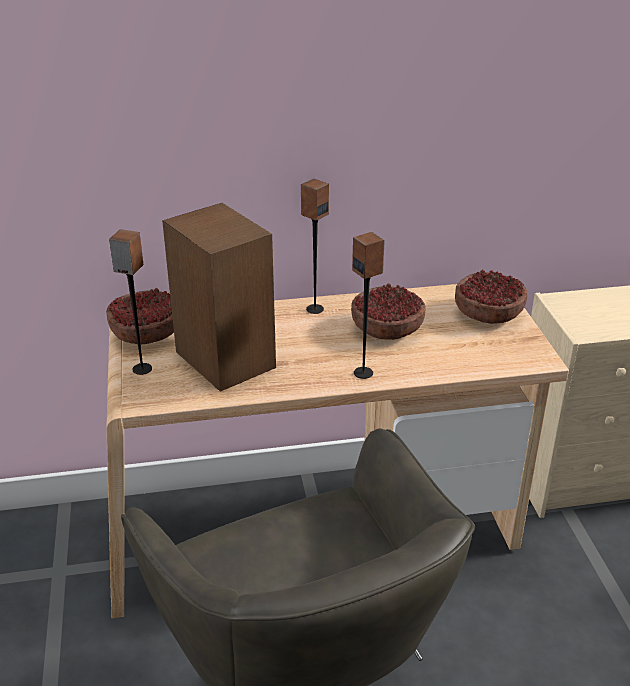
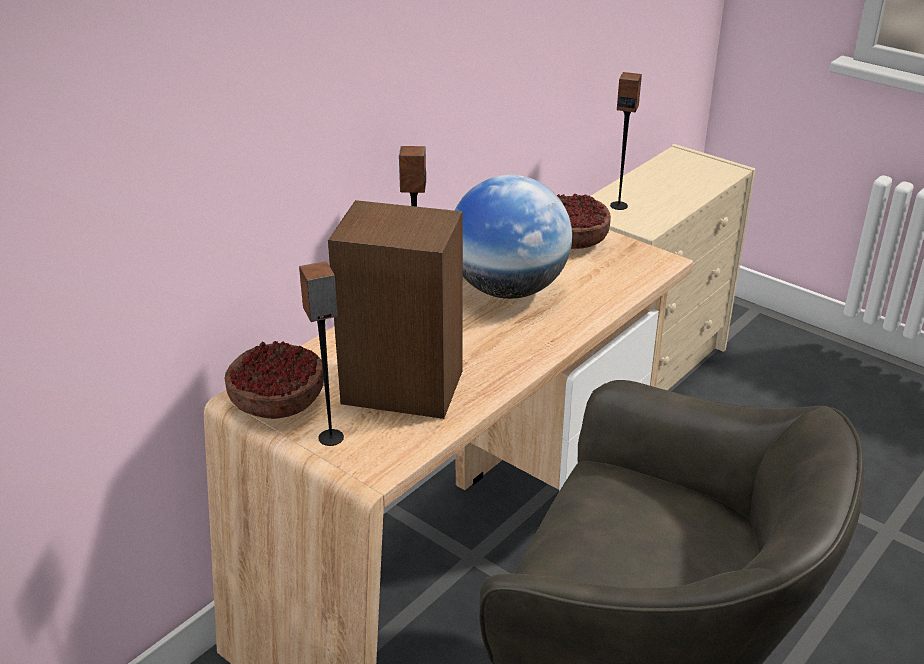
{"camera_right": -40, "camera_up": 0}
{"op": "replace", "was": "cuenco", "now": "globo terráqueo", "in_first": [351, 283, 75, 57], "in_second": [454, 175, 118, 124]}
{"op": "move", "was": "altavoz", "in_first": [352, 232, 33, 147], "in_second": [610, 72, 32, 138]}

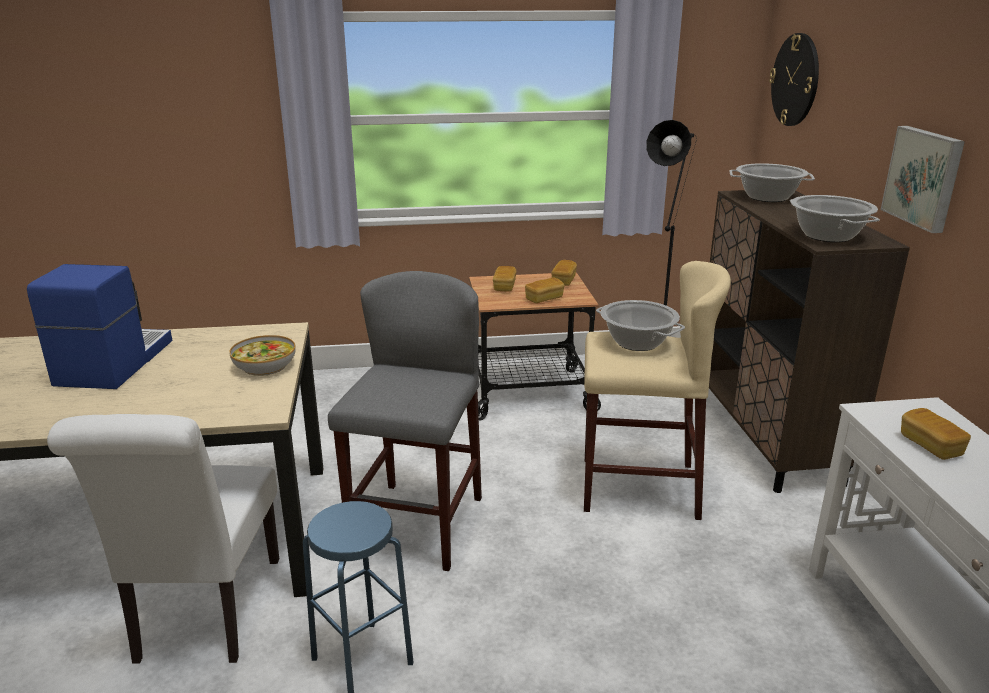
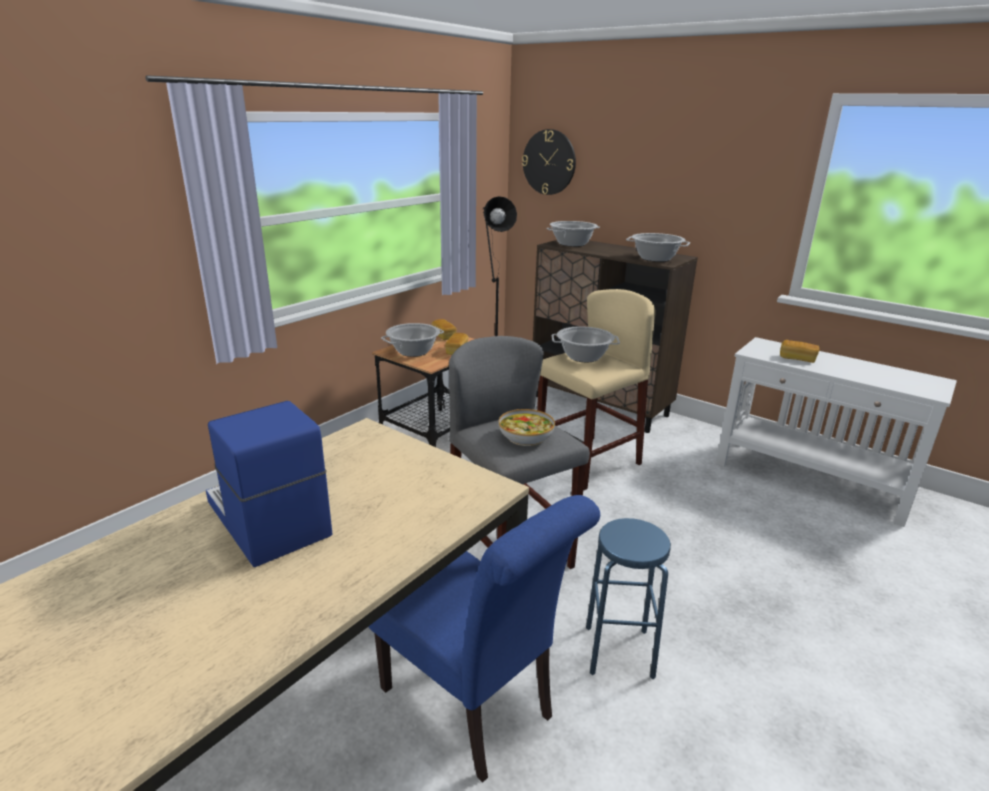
{"camera_right": -45, "camera_up": 0}
{"op": "recolor", "was": "silla/blanco", "now": "silla/azul", "in_first": [47, 414, 232, 250], "in_second": [368, 495, 232, 288]}
{"op": "replace", "was": "pan", "now": "olla", "in_first": [493, 266, 23, 25], "in_second": [381, 323, 63, 34]}
{"op": "move", "was": "cuenco", "in_first": [229, 335, 67, 41], "in_second": [499, 409, 56, 37]}
{"op": "delete", "was": "cuadro", "in_first": [881, 126, 84, 107]}

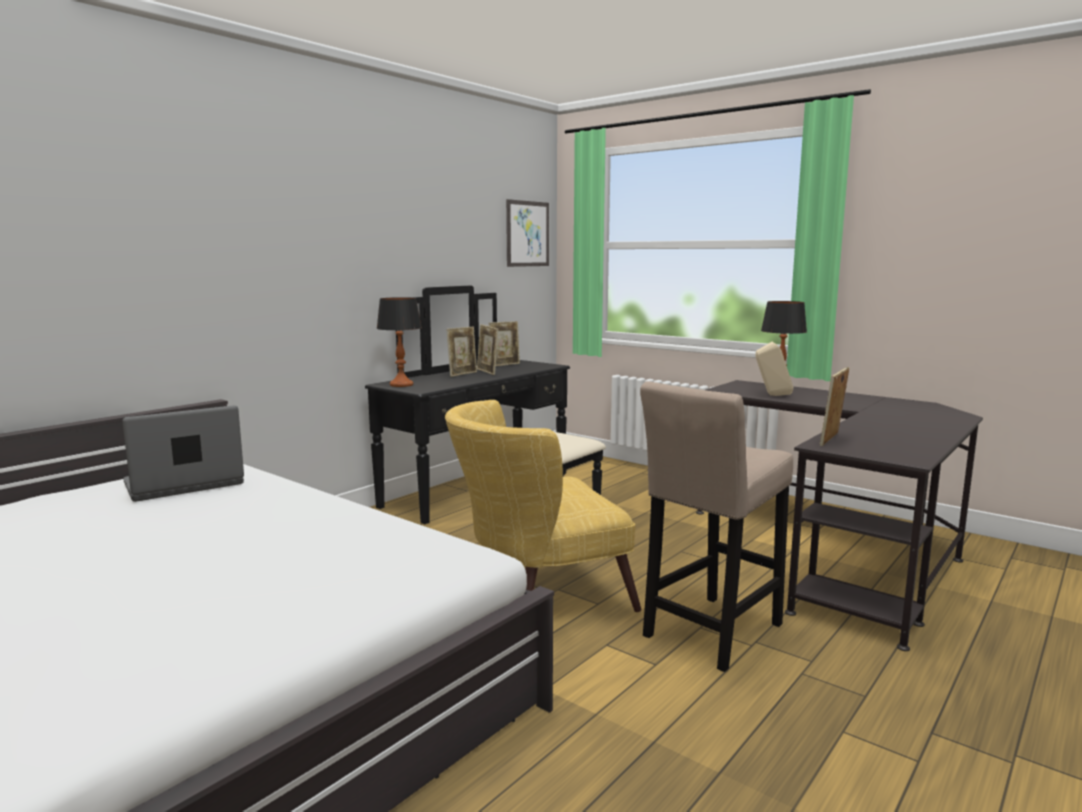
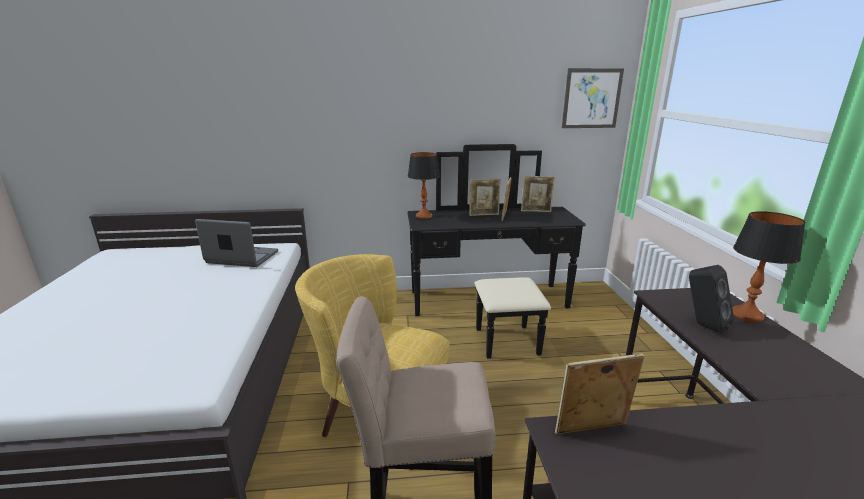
{"camera_right": 45, "camera_up": 10}
{"op": "recolor", "was": "altavoz/beis", "now": "altavoz/negro", "in_first": [755, 342, 38, 54], "in_second": [689, 265, 45, 69]}

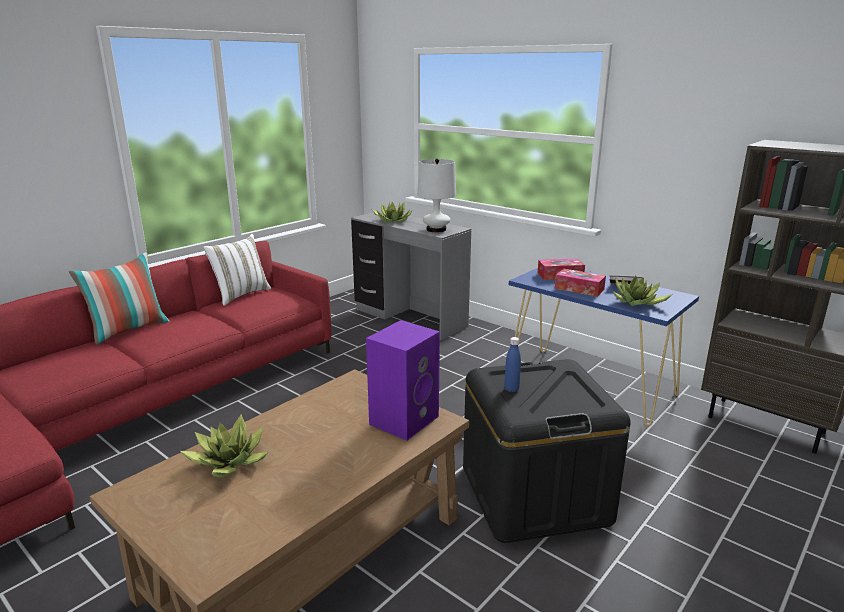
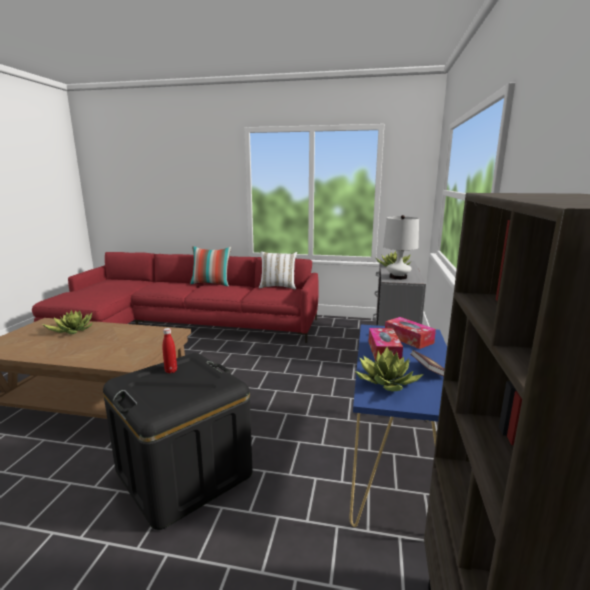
{"camera_right": 60, "camera_up": -5}
{"op": "recolor", "was": "botella/azul", "now": "botella/rojo", "in_first": [504, 337, 17, 55], "in_second": [162, 328, 15, 46]}
{"op": "delete", "was": "altavoz/morado", "in_first": [366, 320, 74, 121]}

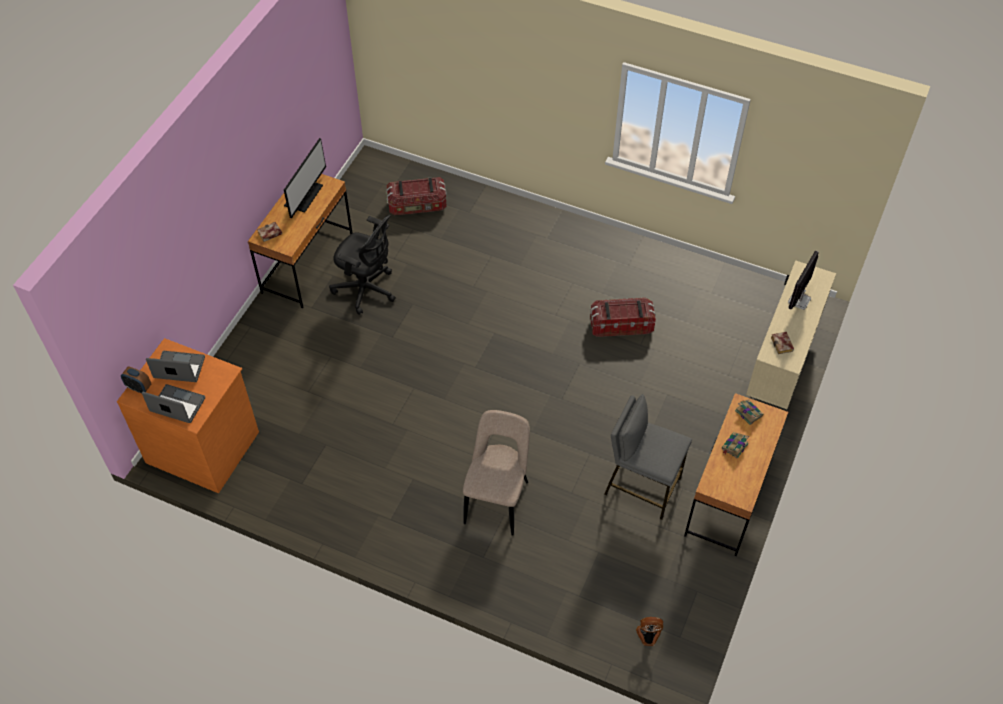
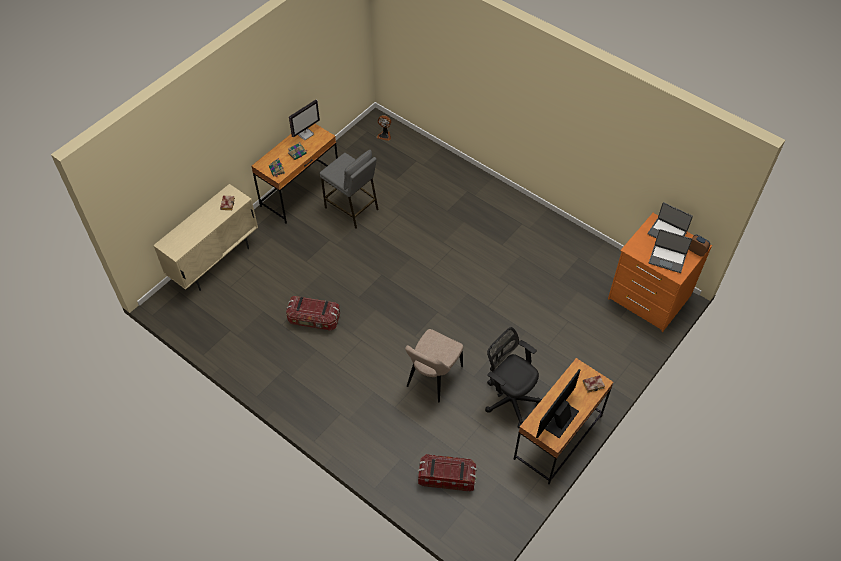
{"camera_right": -165, "camera_up": 0}
{"op": "move", "was": "monitor", "in_first": [788, 251, 31, 59], "in_second": [289, 100, 31, 40]}
{"op": "move", "was": "silla/beis", "in_first": [463, 410, 67, 126], "in_second": [405, 329, 58, 73]}

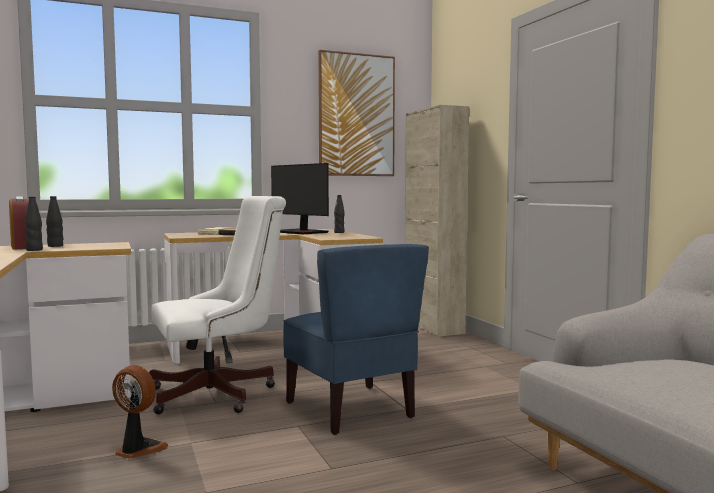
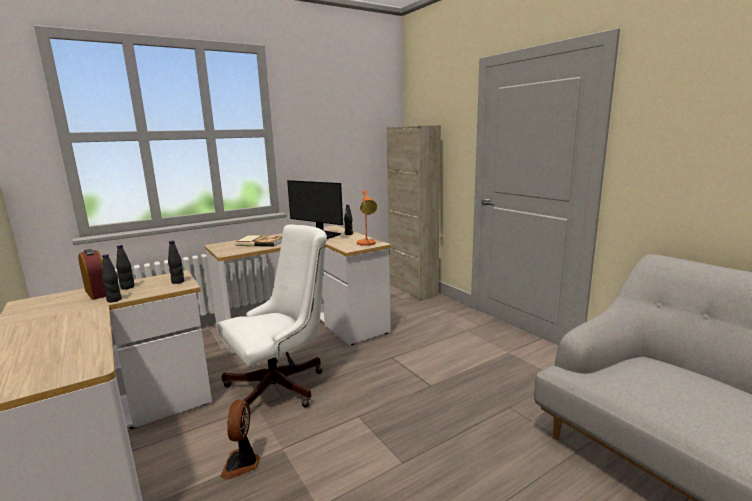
{"camera_right": -10, "camera_up": 10}
{"op": "insert", "now": "botella/negro", "in_second": [168, 241, 16, 43]}
{"op": "rotate", "was": "ventilador", "in_first": [112, 365, 56, 94], "in_second": [220, 400, 40, 80], "clockwise": -105}
{"op": "insert", "now": "lámpara de mesa/naranja", "in_second": [357, 190, 20, 56]}
{"op": "delete", "was": "silla/azul", "in_first": [283, 244, 146, 191]}
{"op": "delete", "was": "cuadro", "in_first": [318, 50, 77, 126]}

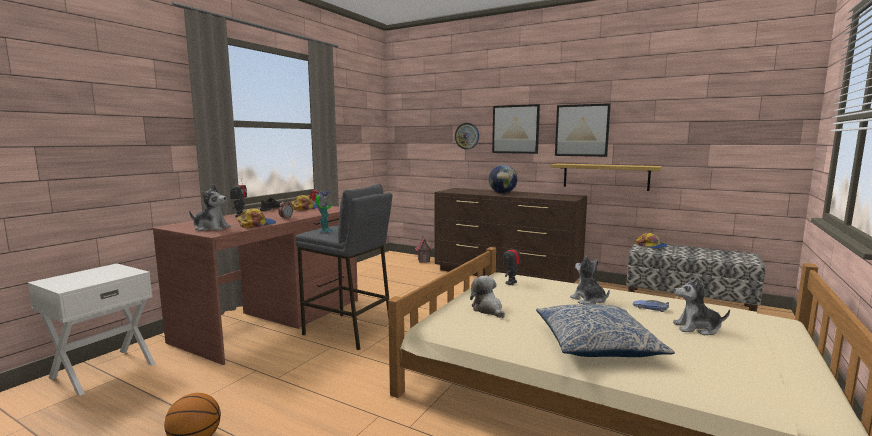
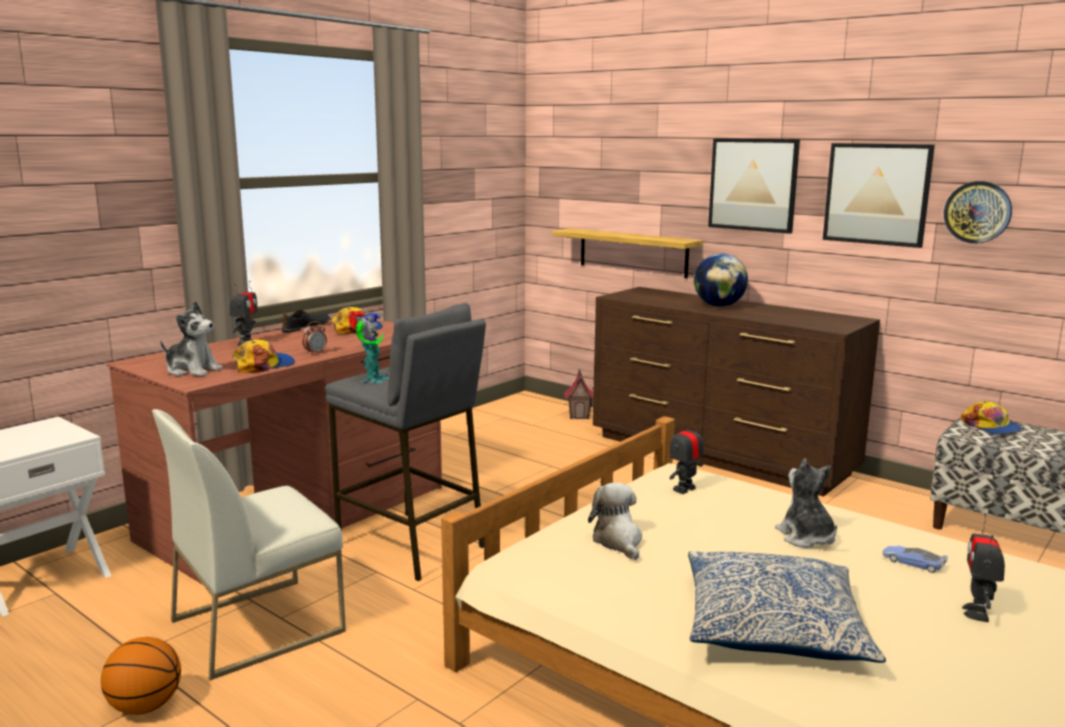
{"camera_right": 10, "camera_up": 5}
{"op": "insert", "now": "silla/blanco", "in_second": [152, 409, 194, 271]}
{"op": "move", "was": "estante", "in_first": [551, 163, 111, 28], "in_second": [552, 228, 151, 50]}
{"op": "move", "was": "reloj de pared", "in_first": [455, 123, 24, 26], "in_second": [944, 181, 68, 63]}
{"op": "replace", "was": "peluche", "now": "robot de juguete", "in_first": [673, 277, 57, 58], "in_second": [962, 514, 43, 108]}

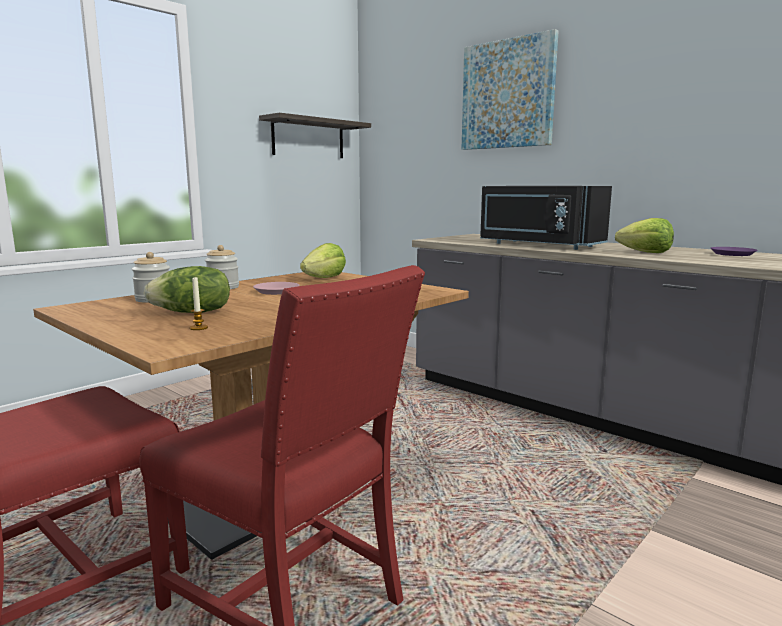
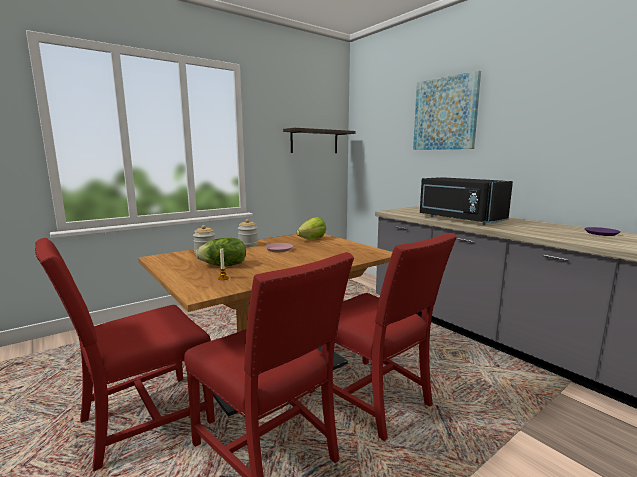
{"camera_right": 10, "camera_up": 0}
{"op": "insert", "now": "silla/rojo", "in_second": [308, 233, 149, 208]}
{"op": "delete", "was": "lechuga", "in_first": [615, 218, 59, 35]}

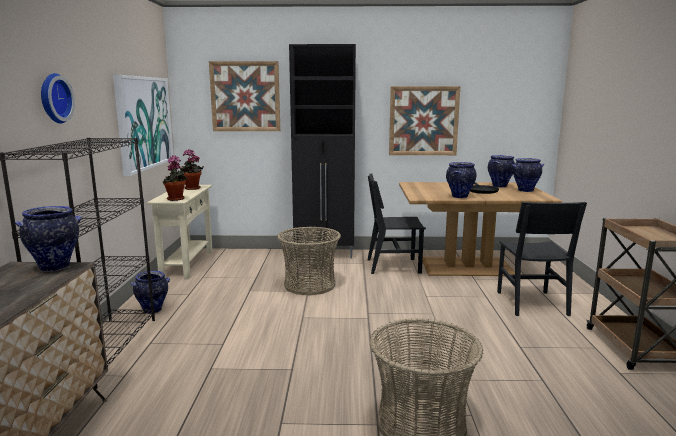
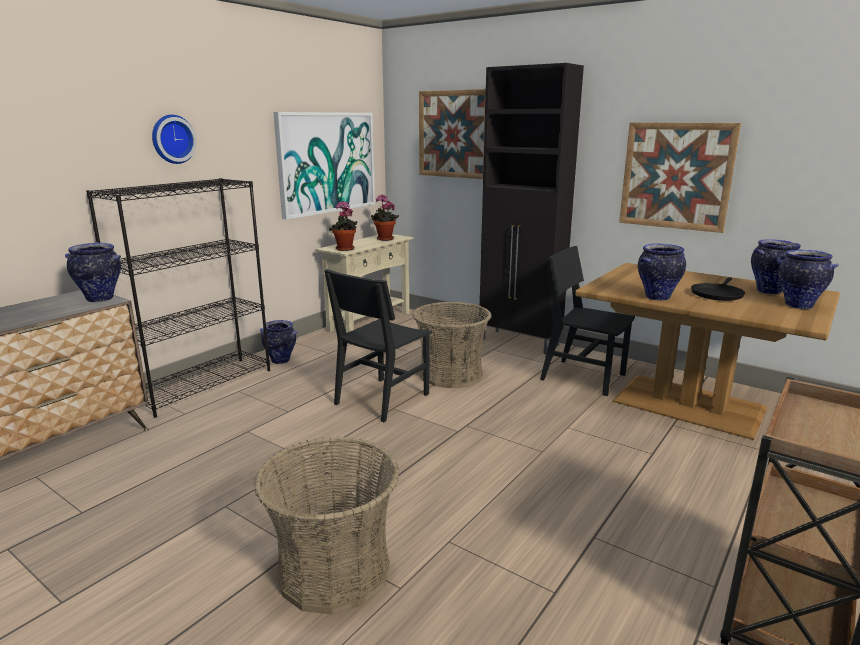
{"camera_right": 35, "camera_up": 5}
{"op": "move", "was": "silla/negro", "in_first": [497, 202, 90, 114], "in_second": [324, 269, 108, 153]}

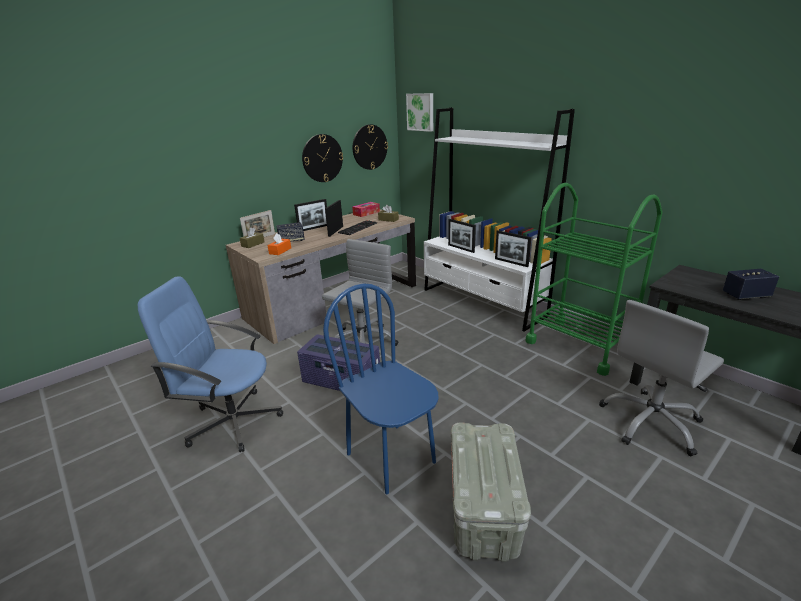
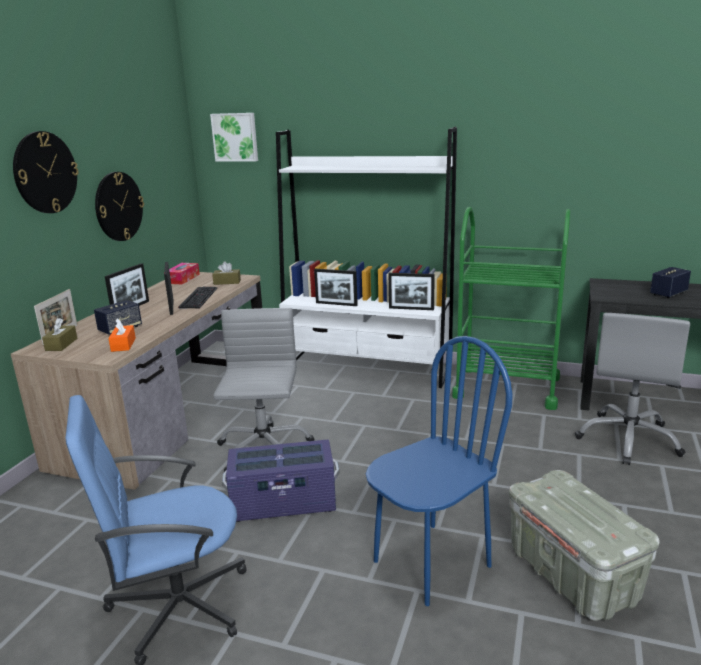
{"camera_right": -30, "camera_up": -5}
{"op": "move", "was": "reloj de pared", "in_first": [353, 124, 35, 46], "in_second": [13, 131, 66, 82]}
{"op": "rotate", "was": "silla/azul", "in_first": [323, 284, 116, 210], "in_second": [366, 336, 147, 270], "clockwise": 120}

